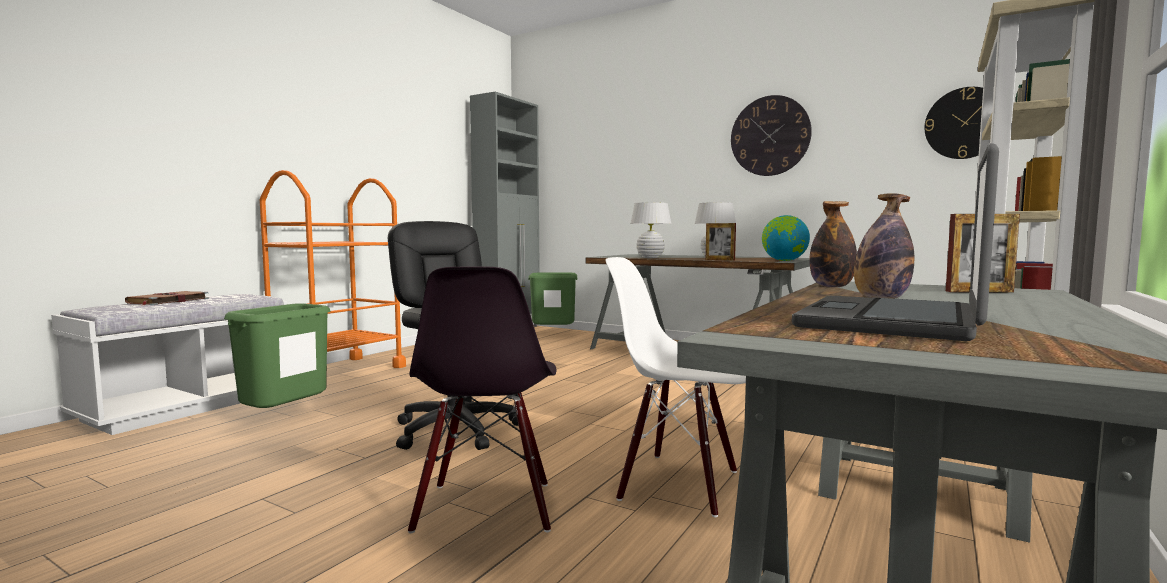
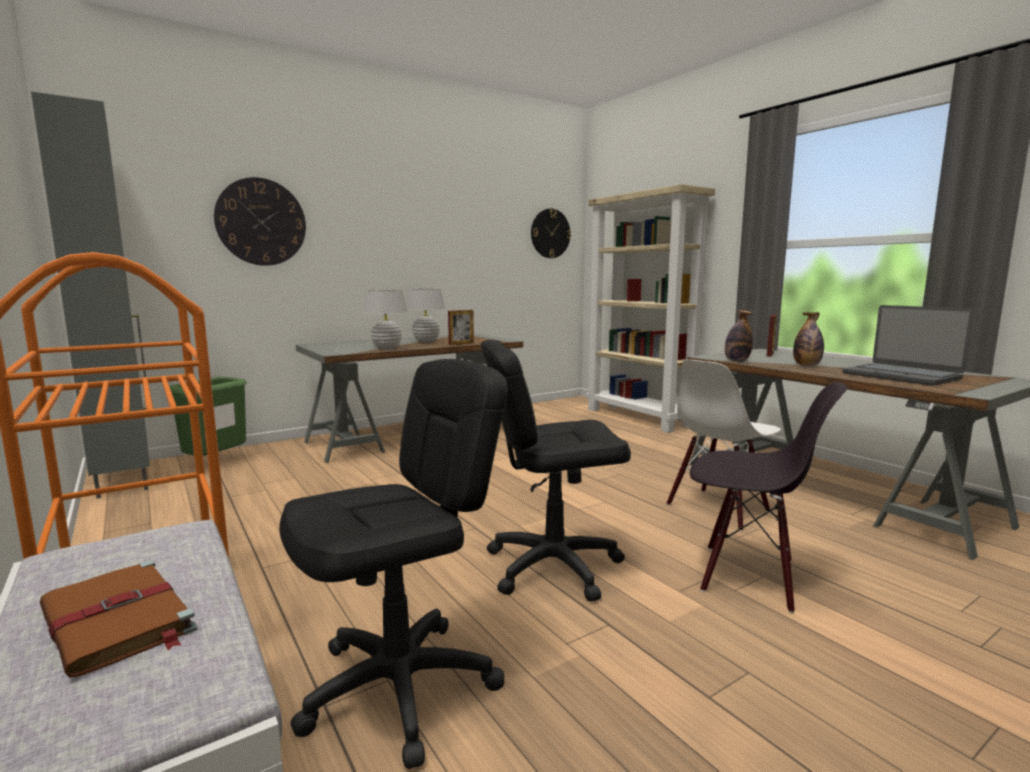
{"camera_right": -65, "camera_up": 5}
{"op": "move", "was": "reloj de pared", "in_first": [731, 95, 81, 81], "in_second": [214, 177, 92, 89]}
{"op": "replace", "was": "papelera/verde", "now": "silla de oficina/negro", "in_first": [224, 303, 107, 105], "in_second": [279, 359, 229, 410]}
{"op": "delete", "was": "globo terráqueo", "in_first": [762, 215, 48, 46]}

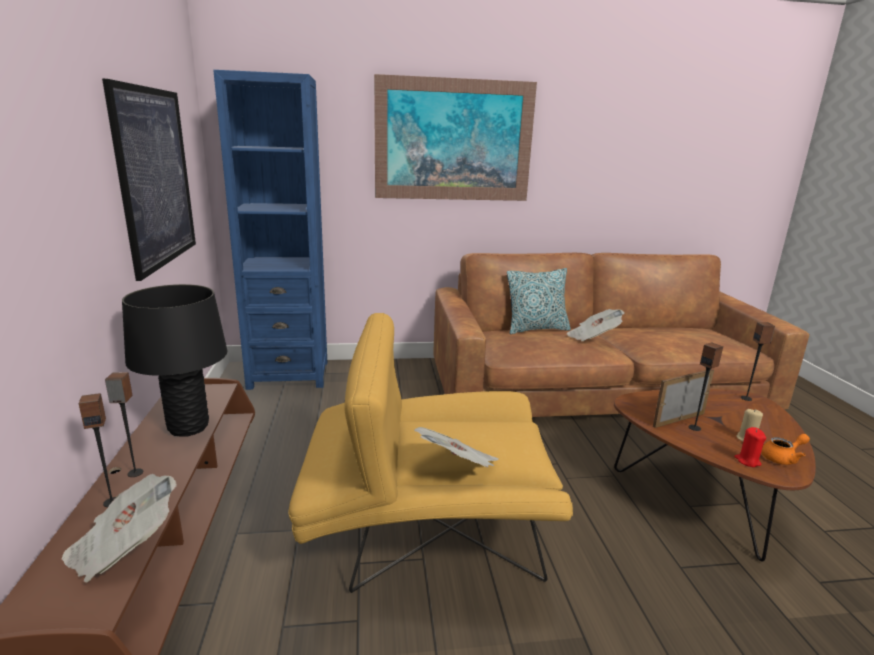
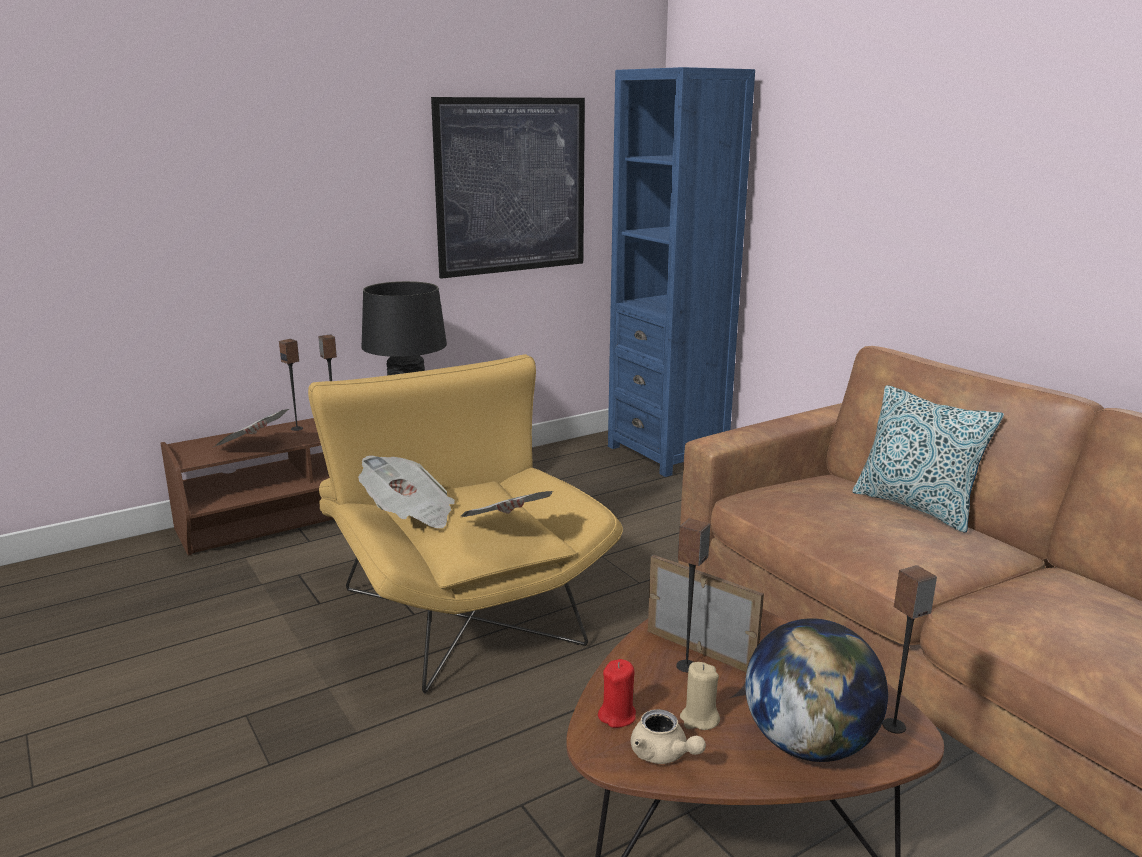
{"camera_right": 65, "camera_up": 0}
{"op": "move", "was": "periódico", "in_first": [567, 309, 58, 32], "in_second": [460, 491, 94, 26]}
{"op": "recolor", "was": "tetera/naranja", "now": "tetera/beis", "in_first": [761, 434, 49, 31], "in_second": [631, 709, 75, 55]}
{"op": "insert", "now": "globo terráqueo", "in_second": [745, 618, 143, 144]}
{"op": "delete", "was": "cuadro", "in_first": [374, 74, 163, 127]}

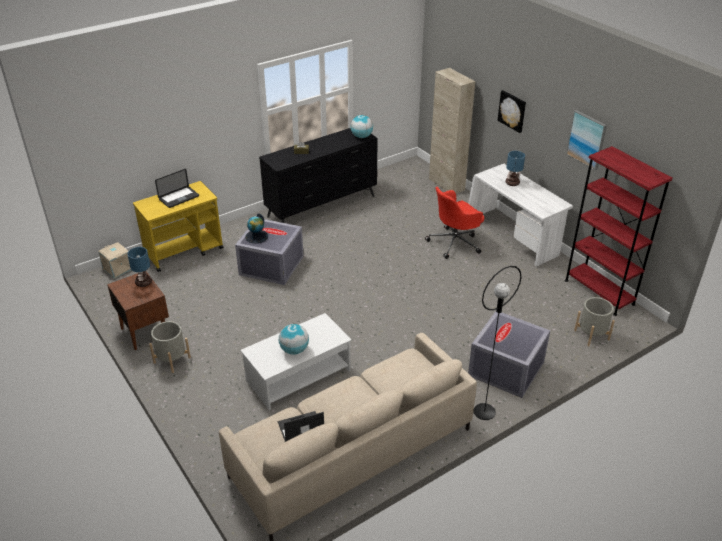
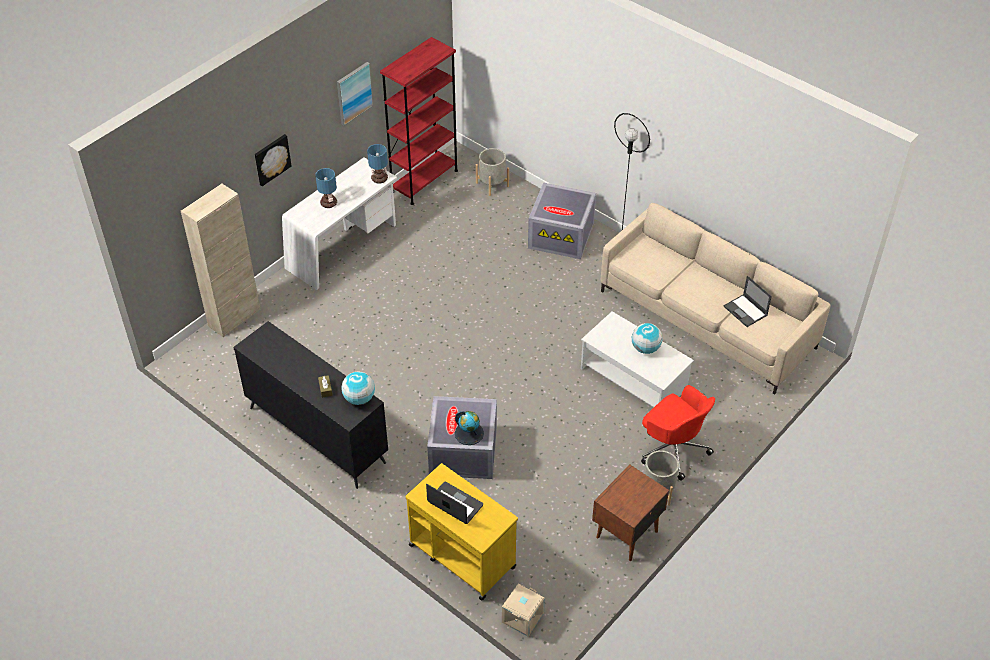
{"camera_right": -105, "camera_up": 10}
{"op": "move", "was": "globo terráqueo", "in_first": [350, 115, 23, 23], "in_second": [341, 371, 34, 34]}
{"op": "move", "was": "lámpara de mesa", "in_first": [127, 247, 25, 40], "in_second": [367, 144, 21, 39]}
{"op": "move", "was": "silla de oficina/rojo", "in_first": [425, 187, 59, 72], "in_second": [641, 385, 74, 96]}

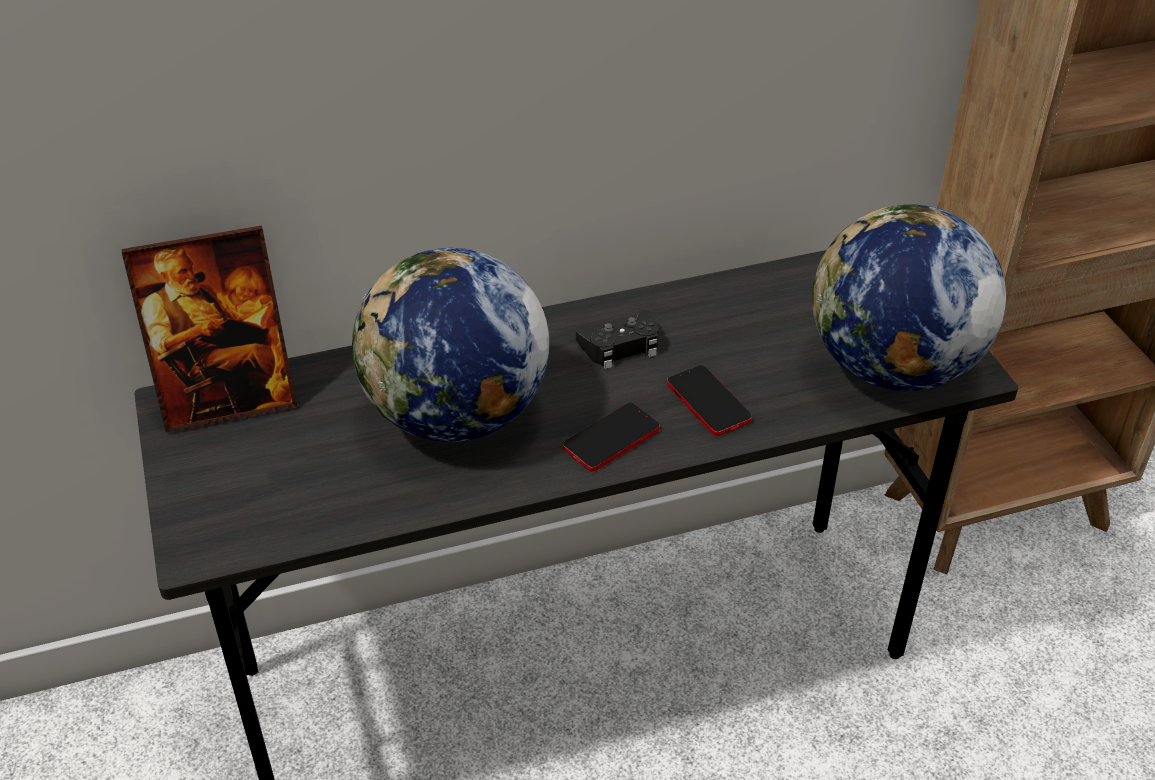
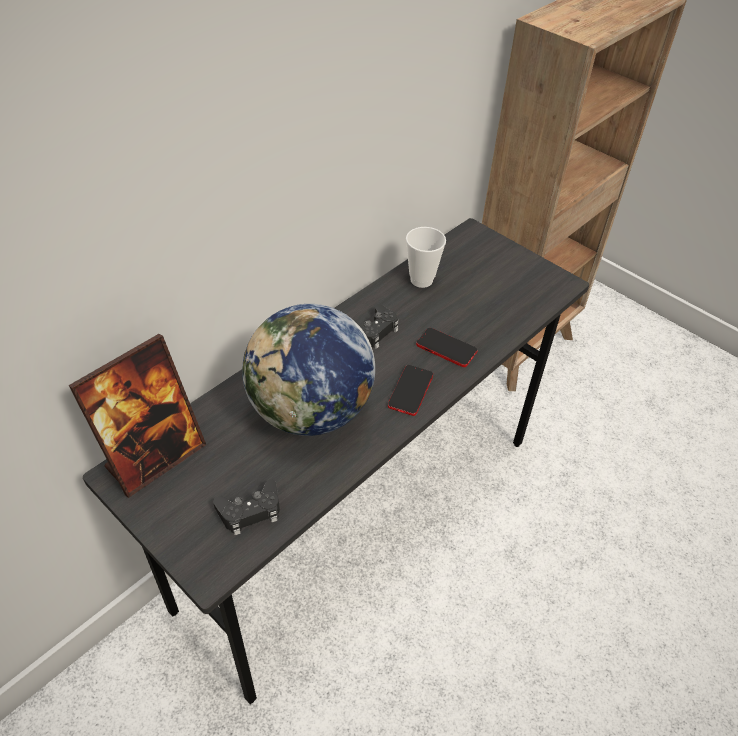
{"camera_right": -30, "camera_up": 5}
{"op": "insert", "now": "mando de consola/negro", "in_second": [213, 479, 67, 56]}
{"op": "insert", "now": "taza", "in_second": [406, 227, 40, 61]}
{"op": "delete", "was": "globo terráqueo", "in_first": [812, 204, 194, 187]}

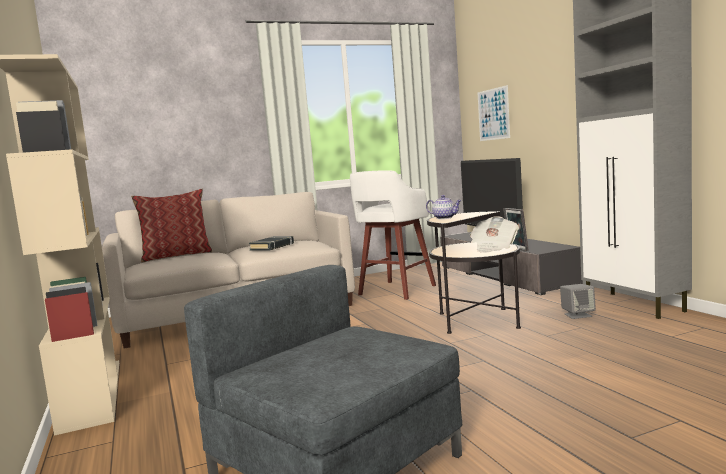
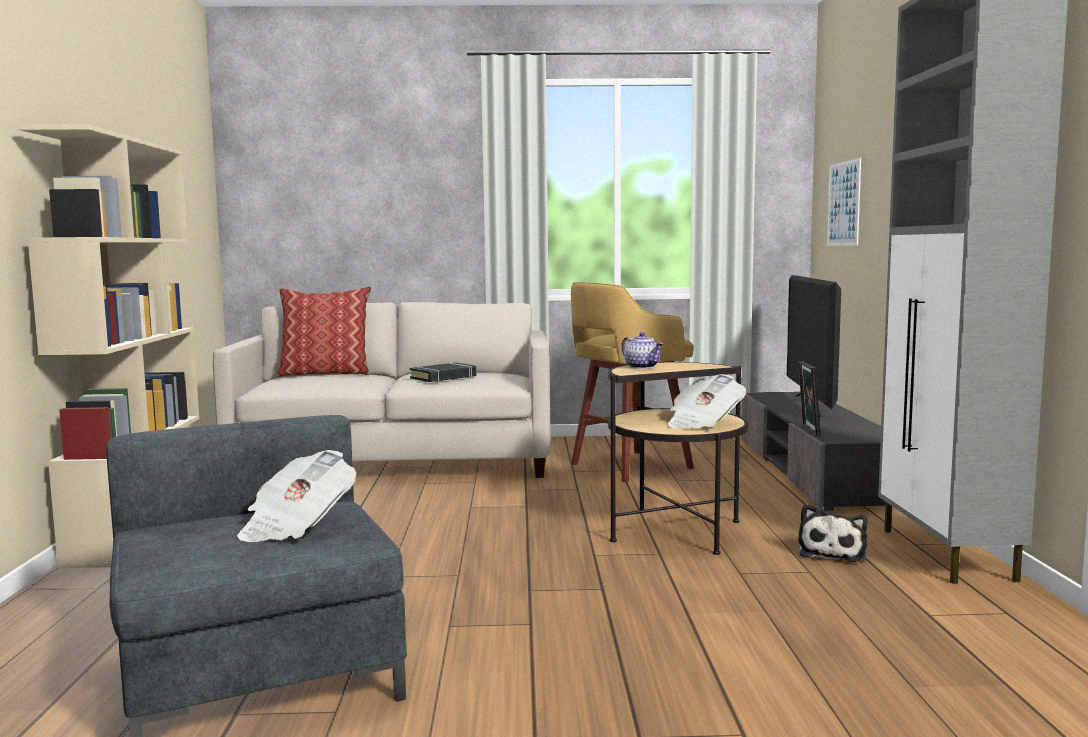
{"camera_right": 20, "camera_up": 0}
{"op": "insert", "now": "periódico", "in_second": [237, 450, 119, 92]}
{"op": "recolor", "was": "taburete/blanco", "now": "taburete/amarillo", "in_first": [350, 170, 86, 130], "in_second": [571, 282, 123, 200]}
{"op": "replace", "was": "altavoz/gris", "now": "peluche", "in_first": [560, 284, 36, 35], "in_second": [798, 504, 70, 58]}

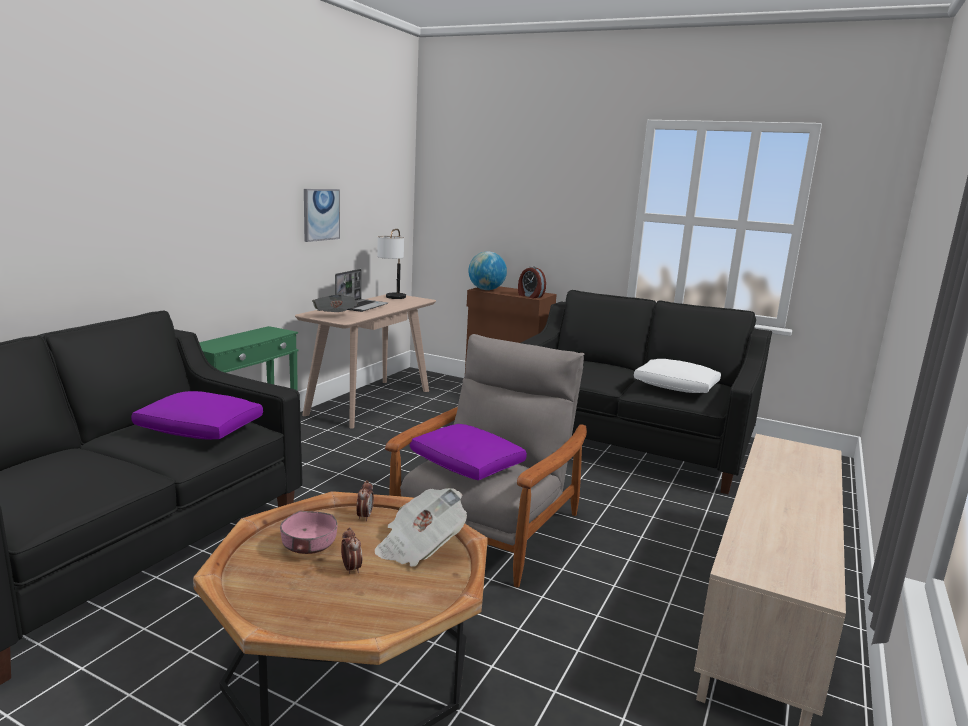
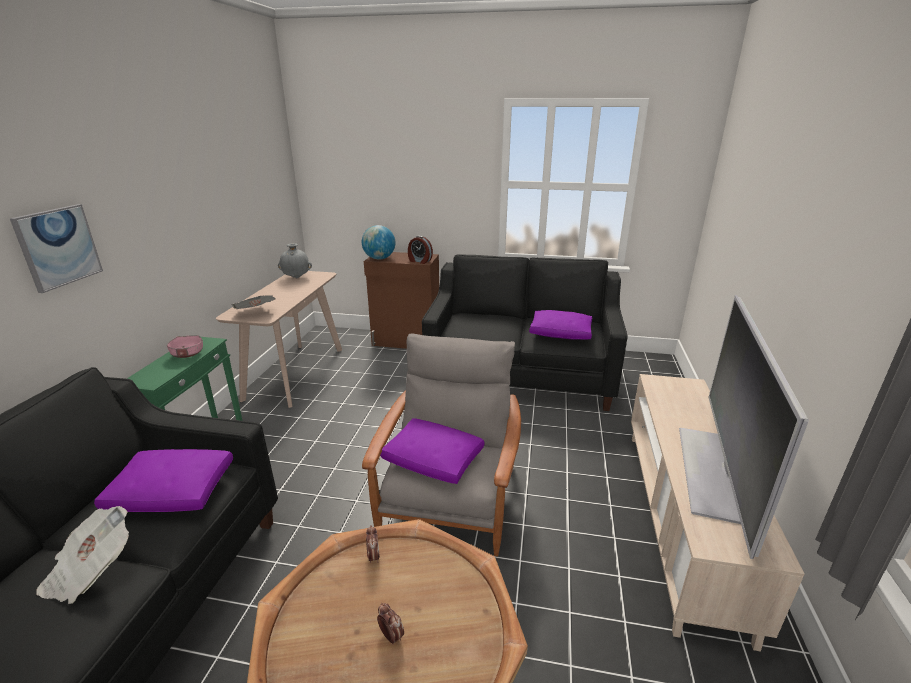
{"camera_right": -15, "camera_up": 10}
{"op": "move", "was": "cuadro", "in_first": [304, 189, 36, 53], "in_second": [10, 204, 93, 89]}
{"op": "move", "was": "periódico", "in_first": [374, 488, 93, 79], "in_second": [36, 506, 93, 98]}
{"op": "move", "was": "cuenco/rosa", "in_first": [280, 510, 58, 44], "in_second": [167, 335, 36, 23]}
{"op": "replace", "was": "lámpara de mesa", "now": "florero/gris", "in_first": [377, 229, 29, 70], "in_second": [278, 243, 34, 35]}
{"op": "recolor", "was": "cojín/blanco", "now": "cojín/morado", "in_first": [634, 359, 87, 34], "in_second": [529, 310, 63, 30]}
{"op": "insert", "now": "televisor", "in_second": [679, 295, 129, 264]}
{"op": "delete", "was": "portátil", "in_first": [335, 269, 53, 43]}

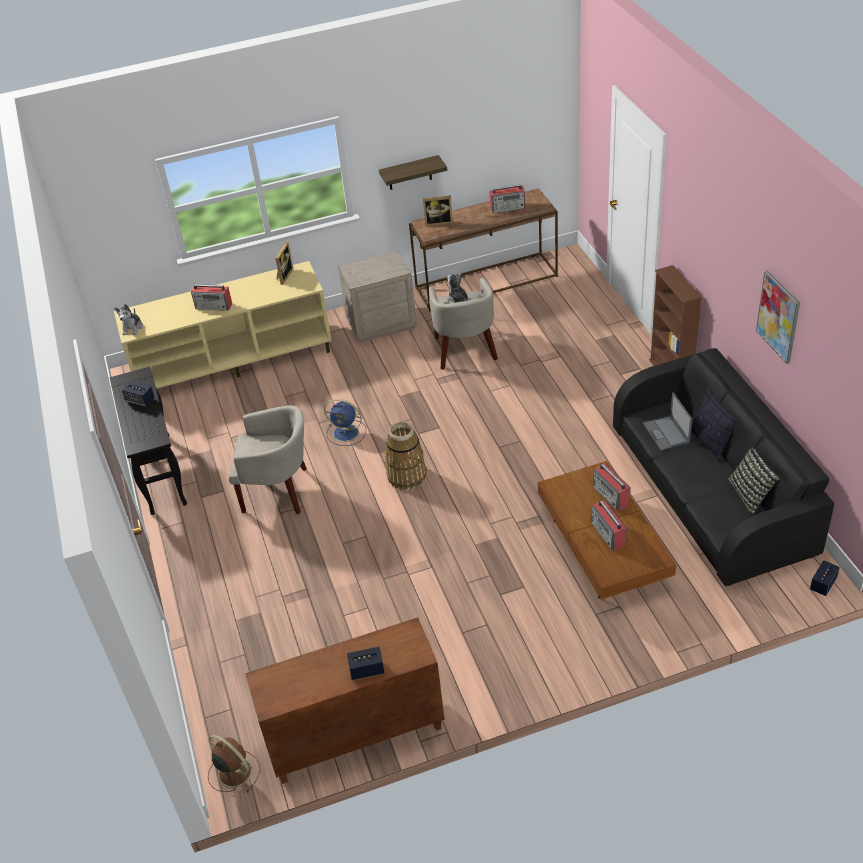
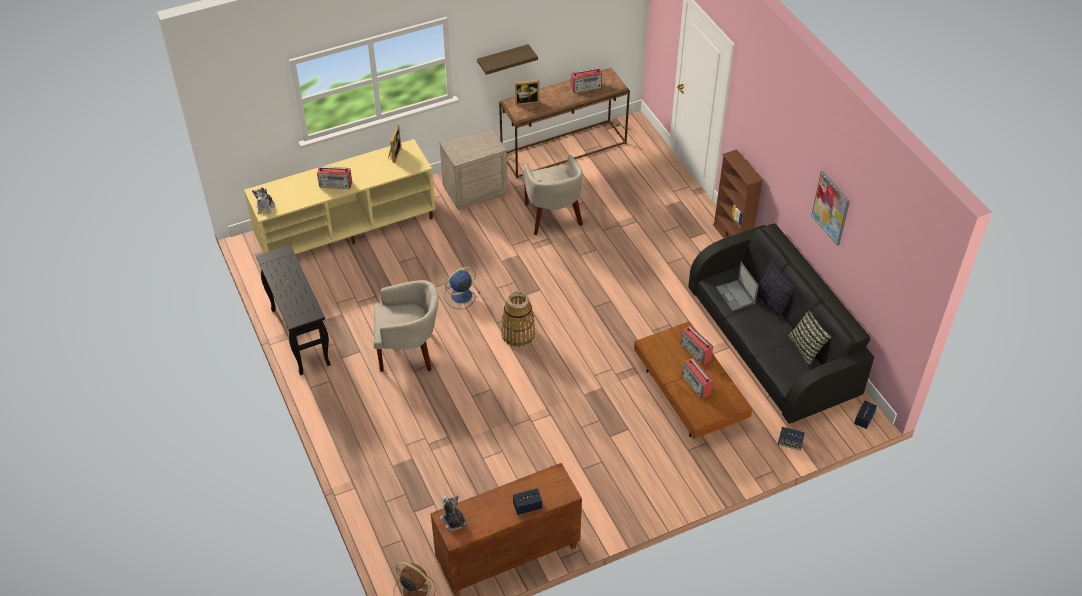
{"camera_right": -10, "camera_up": 5}
{"op": "move", "was": "peluche", "in_first": [446, 273, 22, 31], "in_second": [439, 495, 27, 36]}
{"op": "rotate", "was": "ventilador/azul", "in_first": [324, 399, 42, 47], "in_second": [444, 267, 36, 42], "clockwise": 135}
{"op": "move", "was": "altavoz", "in_first": [122, 381, 33, 26], "in_second": [778, 427, 27, 23]}

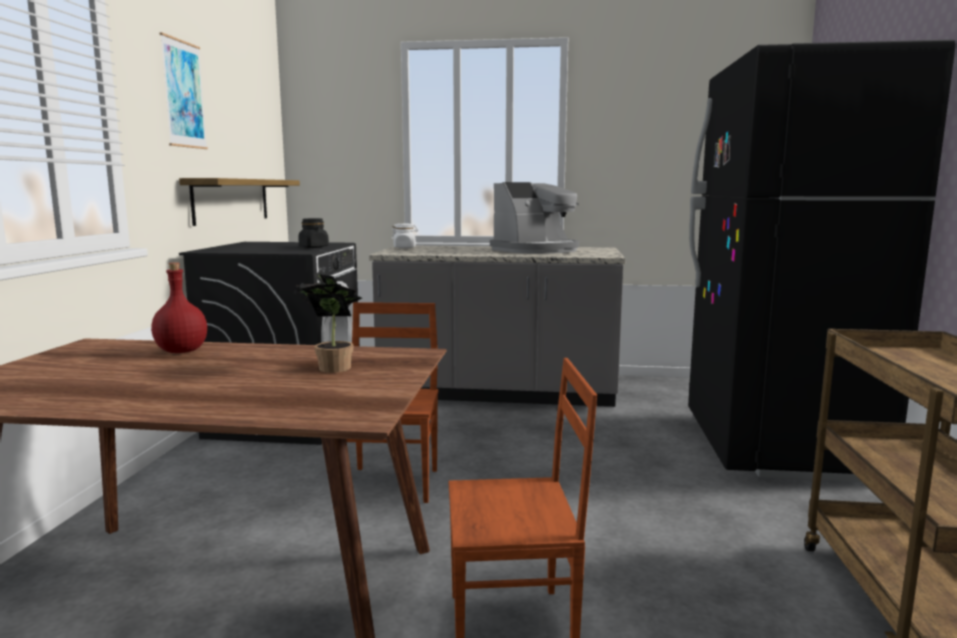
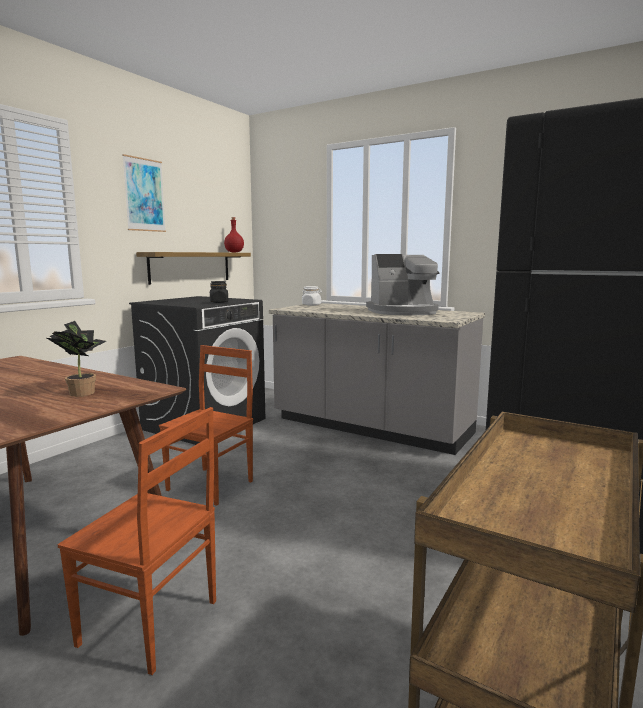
{"camera_right": 25, "camera_up": 0}
{"op": "move", "was": "botella/rojo", "in_first": [151, 262, 56, 91], "in_second": [224, 217, 20, 35]}

